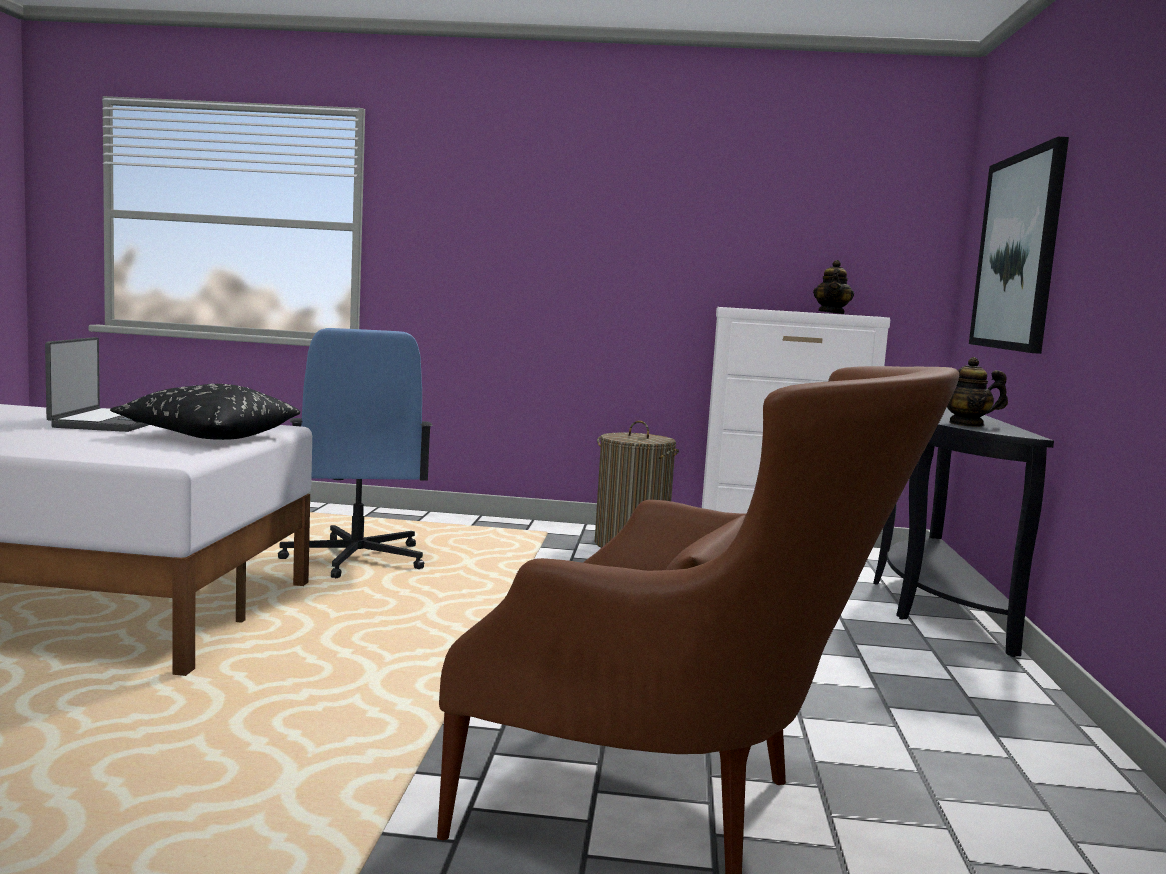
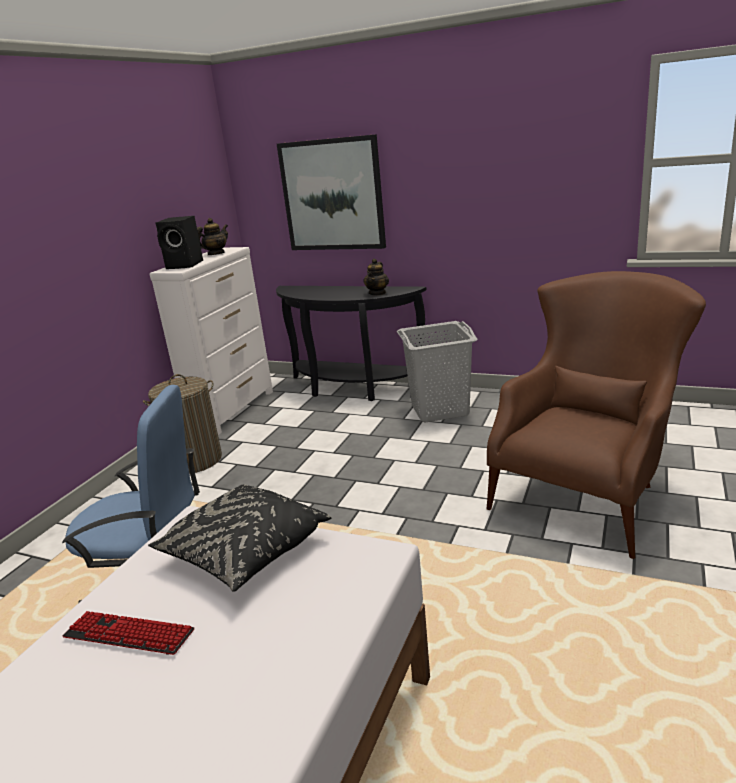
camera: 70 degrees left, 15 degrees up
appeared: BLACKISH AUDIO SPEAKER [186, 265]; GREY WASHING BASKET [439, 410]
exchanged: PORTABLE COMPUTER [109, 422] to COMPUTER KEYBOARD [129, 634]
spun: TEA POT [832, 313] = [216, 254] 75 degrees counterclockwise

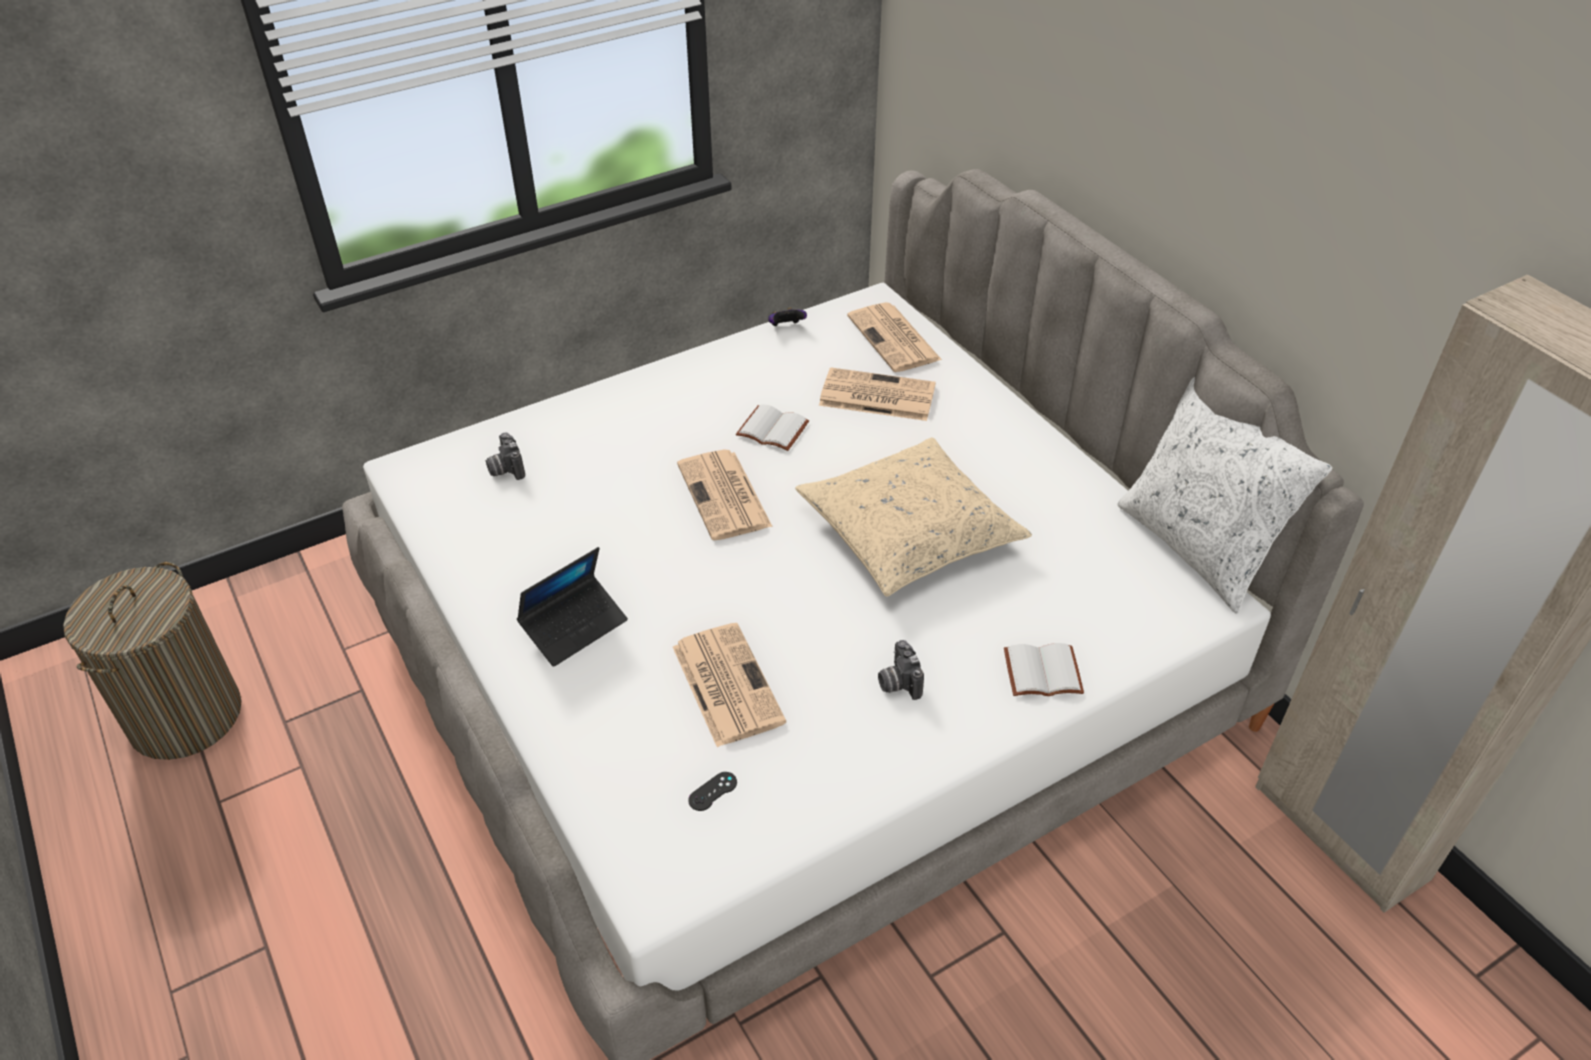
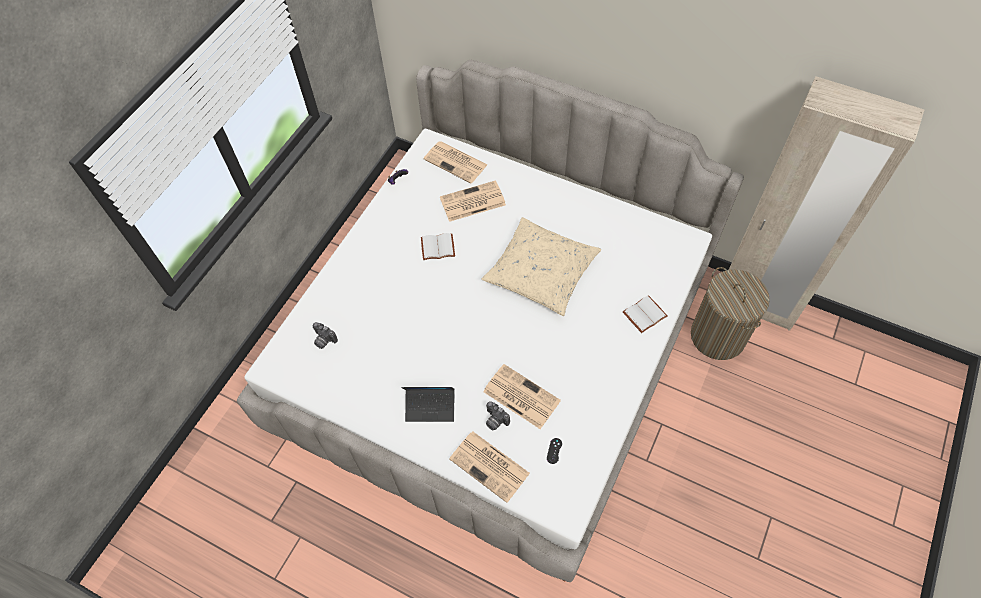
camera: 30 degrees left, 15 degrees up
missing: WHITISH PILLOW [1197, 547]
relocated: DAILY PAPER [725, 496] to [490, 466]; WASHING BASKET [185, 716] to [717, 336]; PHOTO CAMERA [897, 682] to [495, 420]
spun: PORTABLE COMPUTER [574, 627] = [430, 407] 75 degrees clockwise

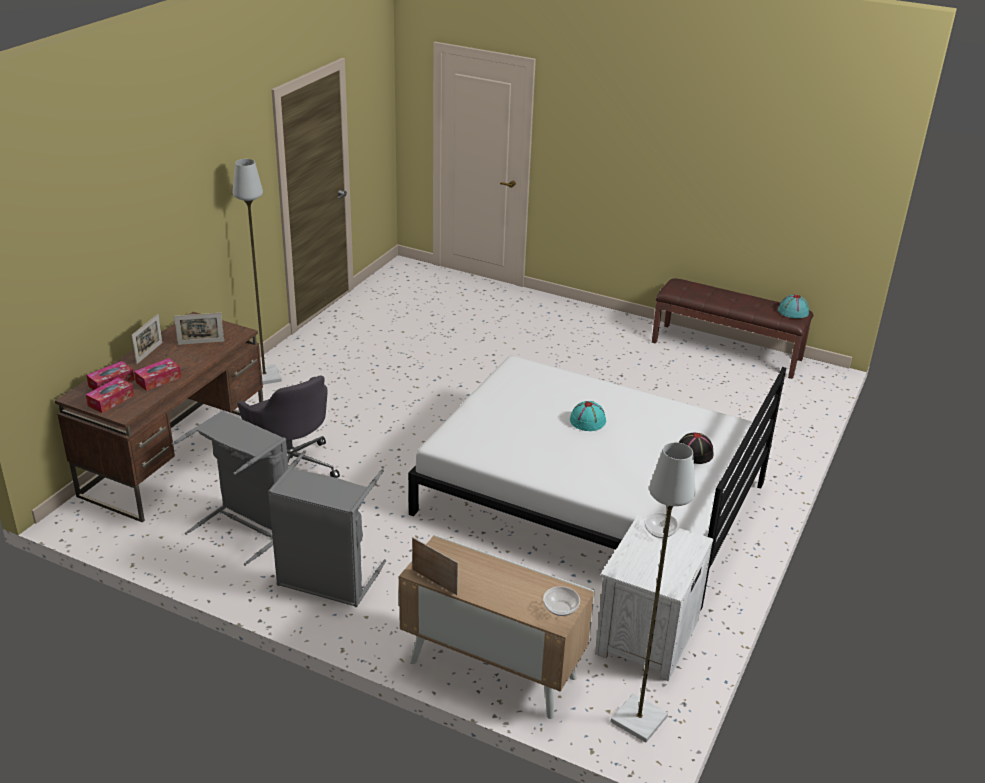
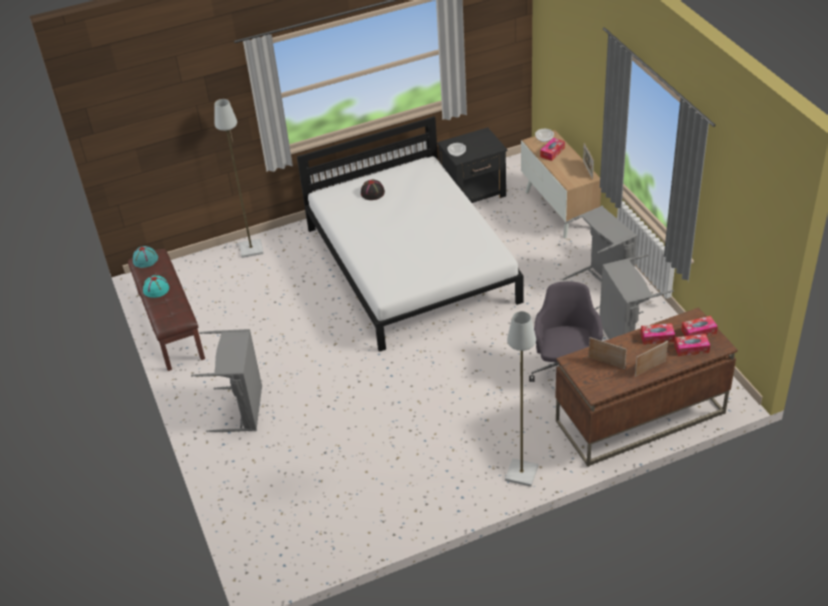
camera: 135 degrees left, 10 degrees up
appeared: TISSUE HOLDER [552, 152]; GREY WASHING BASKET [243, 409]
relocated: BLUE-GREEN CLOTHING HAT [588, 421] to [156, 289]; GREY FLOOR LAMP [639, 720] to [251, 248]
colour: WHITISH BEDSIDE TABLE [646, 636] to BLACKISH BEDSIDE TABLE [474, 192]

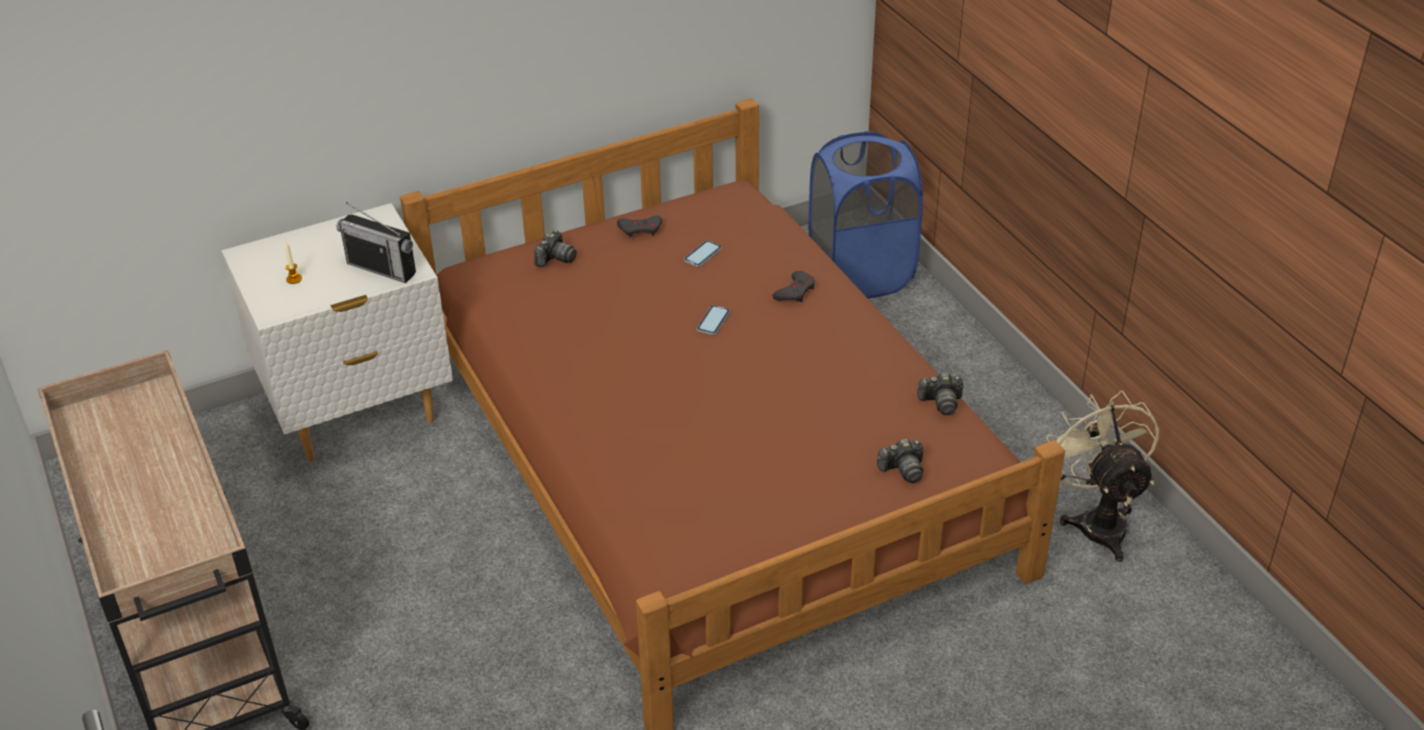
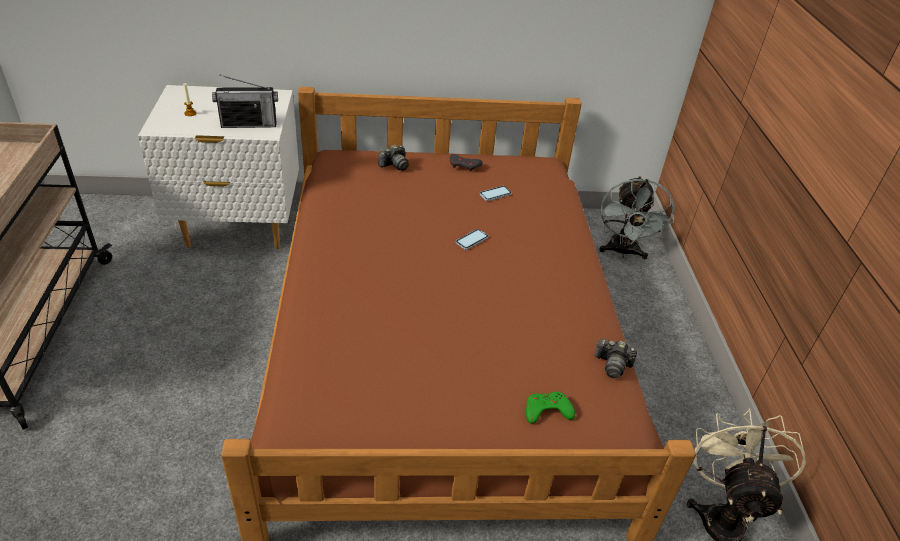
camera: 20 degrees right, 0 degrees up
missing: GREY GAME CONTROLLER [795, 291]
exchanged: BLUE WASHING BASKET [861, 274] to GREY COOLING FAN [623, 252]; PHOTO CAMERA [903, 470] to GREENISH GAME CONTROLLER [547, 411]
spun: RADIO RECEIVER [381, 268] = [249, 124] 60 degrees counterclockwise

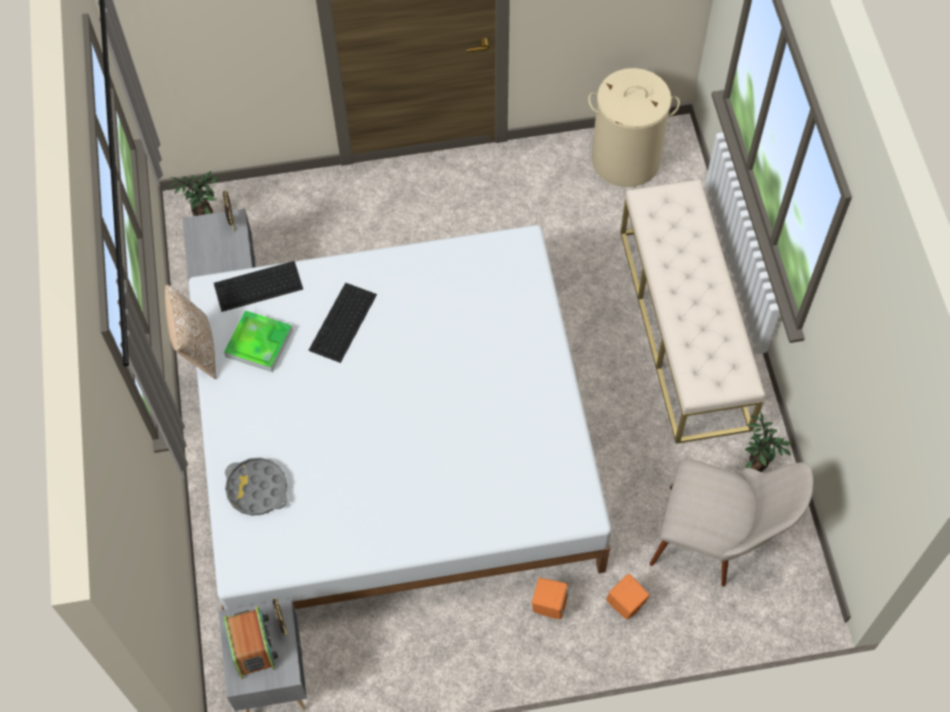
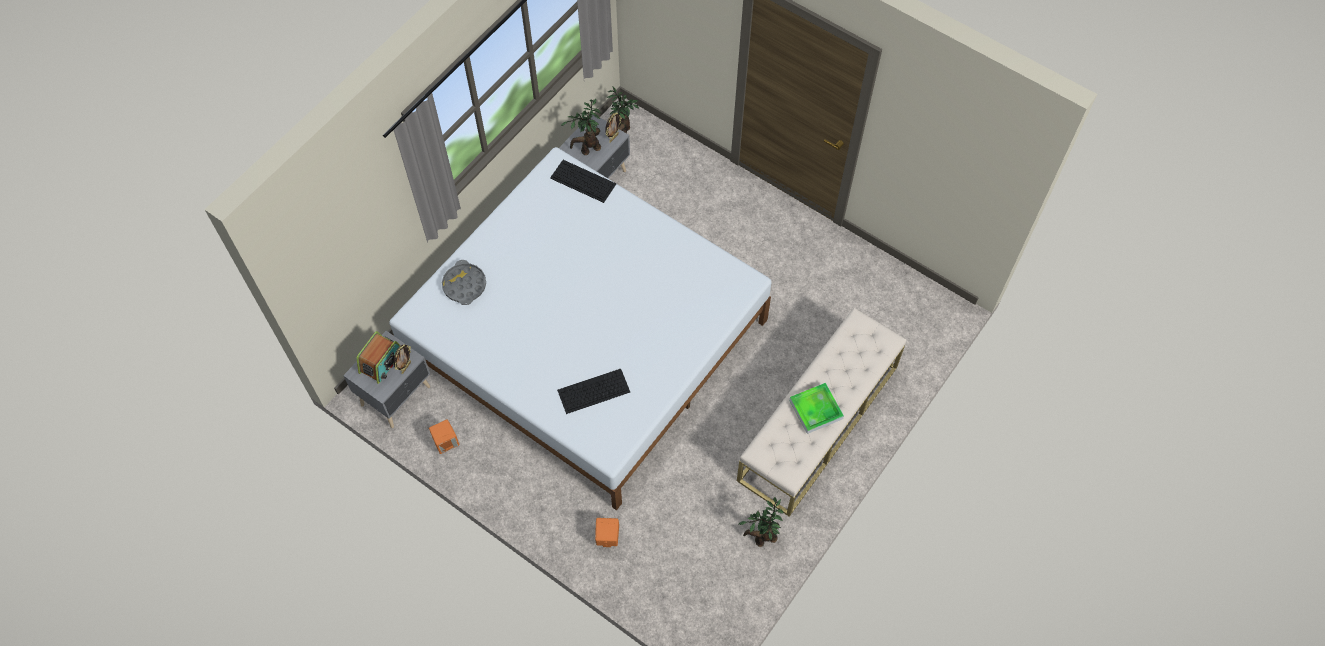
camera: 45 degrees right, 0 degrees up
missing: BEIGE WASHING BASKET [625, 160]; PILLOW [197, 349]; BEIGE CHAIR [716, 540]
appeared: HOUSEPLANT [587, 149]
relocated: COMPUTER KEYBOARD [343, 323] to [593, 391]; SERVING TRAY [259, 343] to [816, 409]; ORANGEY AUDIO SPEAKER [549, 604] to [446, 442]

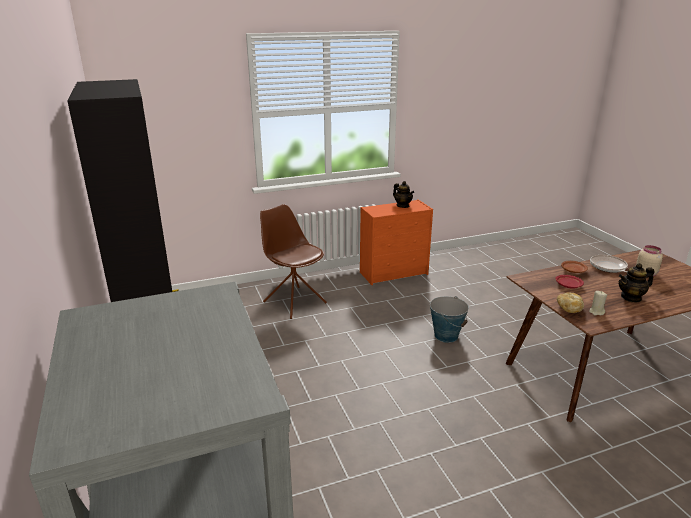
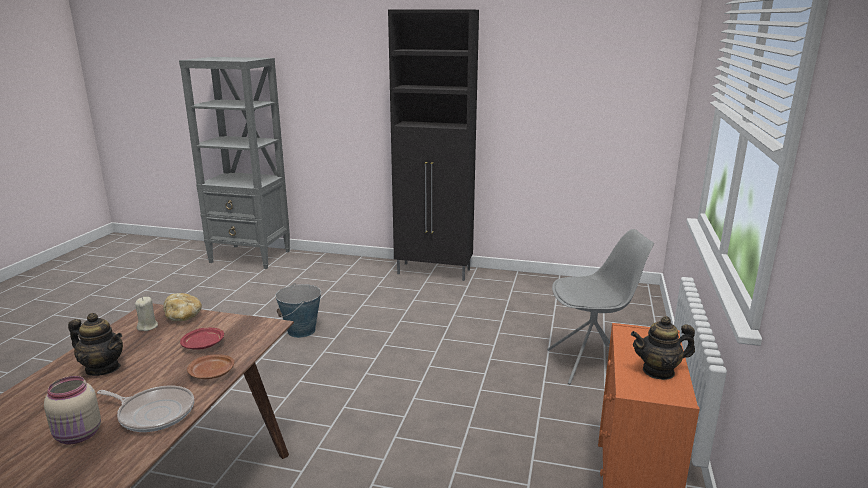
camera: 125 degrees right, 5 degrees down
relocated: WATER BUCKET [446, 335] to [301, 331]
colour: BROWNISH CHAIR [294, 302] to GREY CHAIR [590, 364]
spun: TEA POT [631, 297] = [103, 368] 90 degrees clockwise

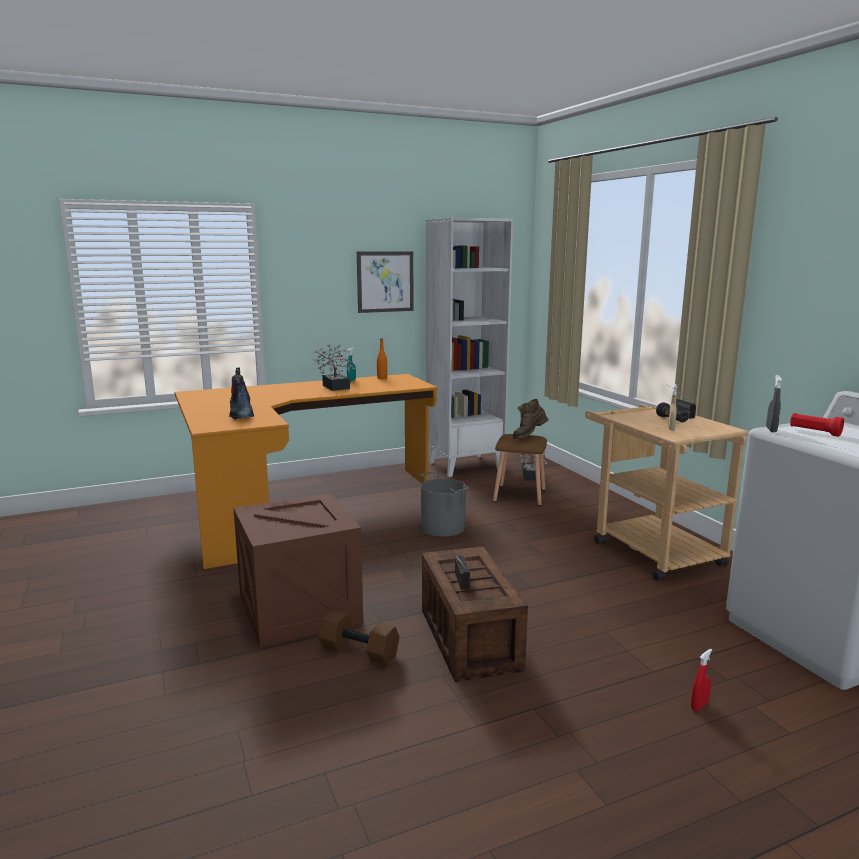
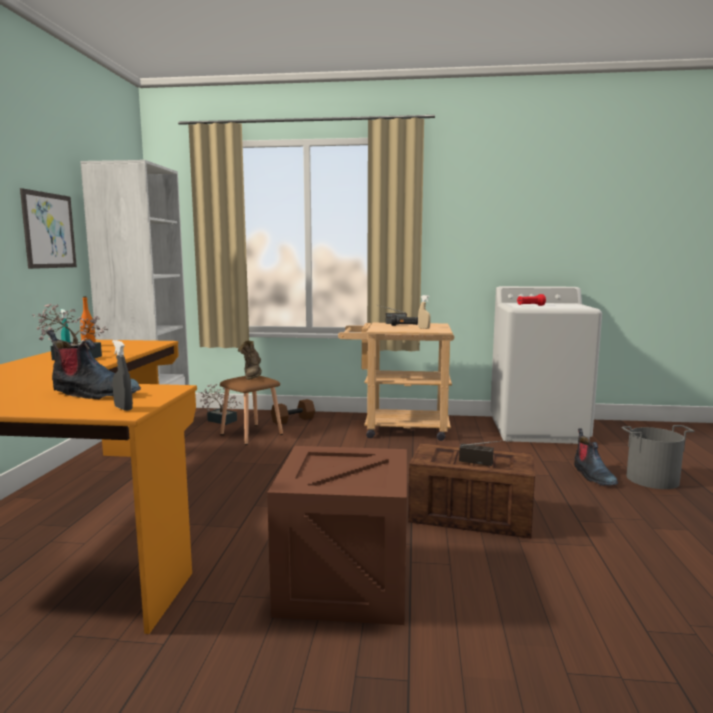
camera: 60 degrees left, 5 degrees down
relocated: GREY SPRAYER [771, 430] to [123, 408]; GREY WATER BUCKET [442, 527] to [653, 479]; BROWNISH FREE WEIGHT [358, 652] to [293, 420]
exchanged: REDDISH SPRAYER [699, 706] to HIGH-TOP BOOT [592, 476]

